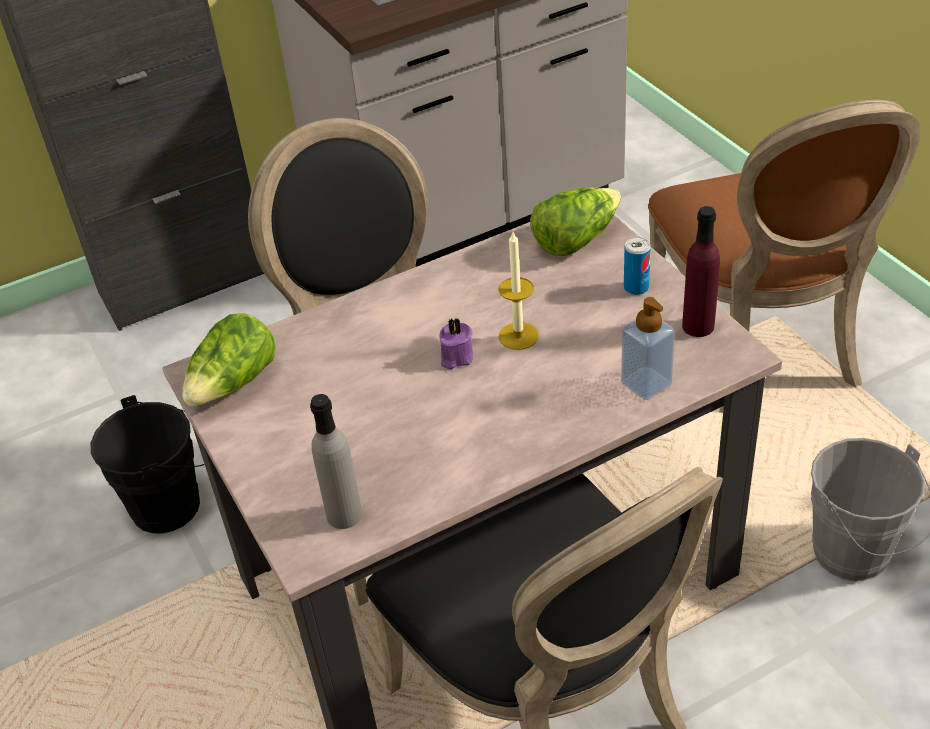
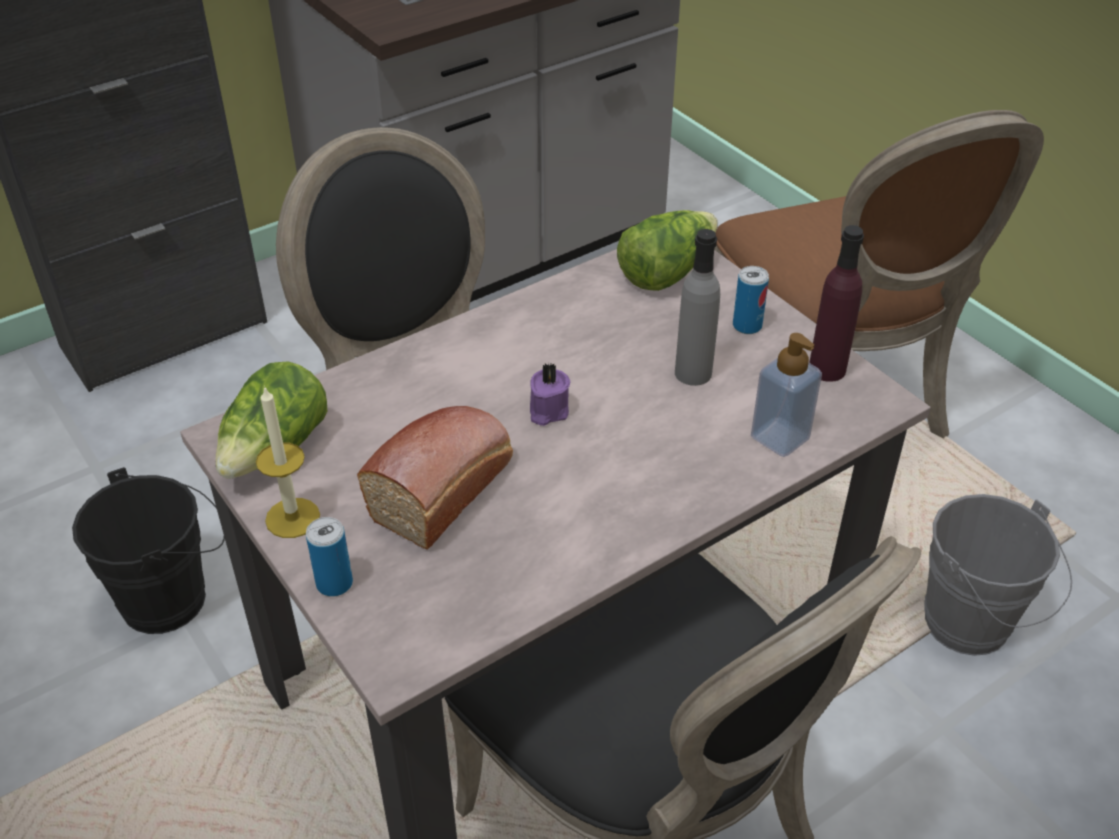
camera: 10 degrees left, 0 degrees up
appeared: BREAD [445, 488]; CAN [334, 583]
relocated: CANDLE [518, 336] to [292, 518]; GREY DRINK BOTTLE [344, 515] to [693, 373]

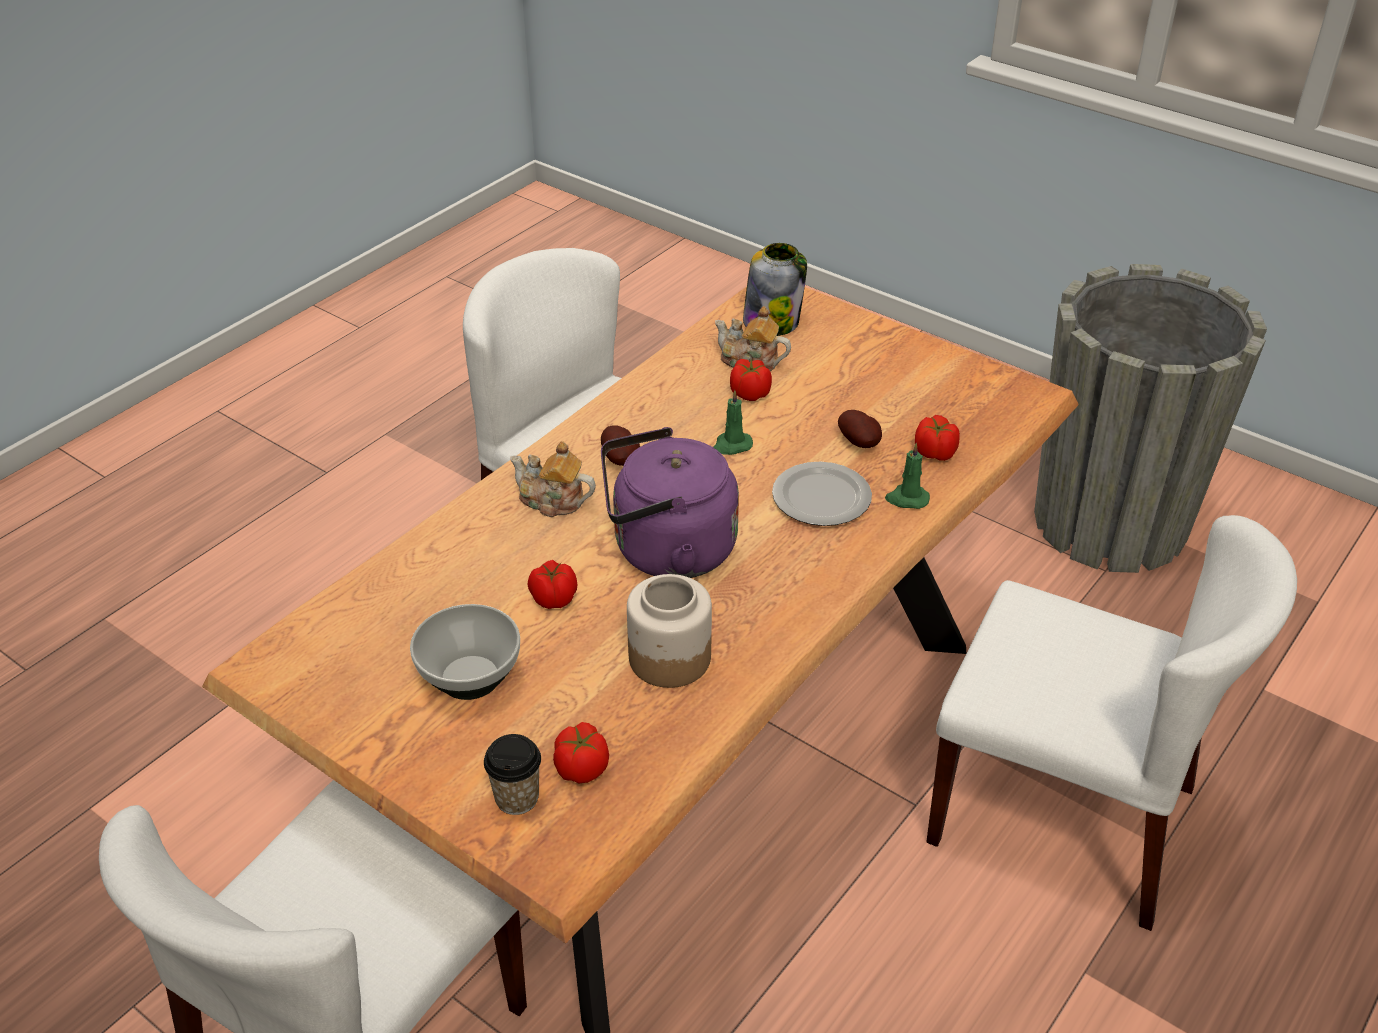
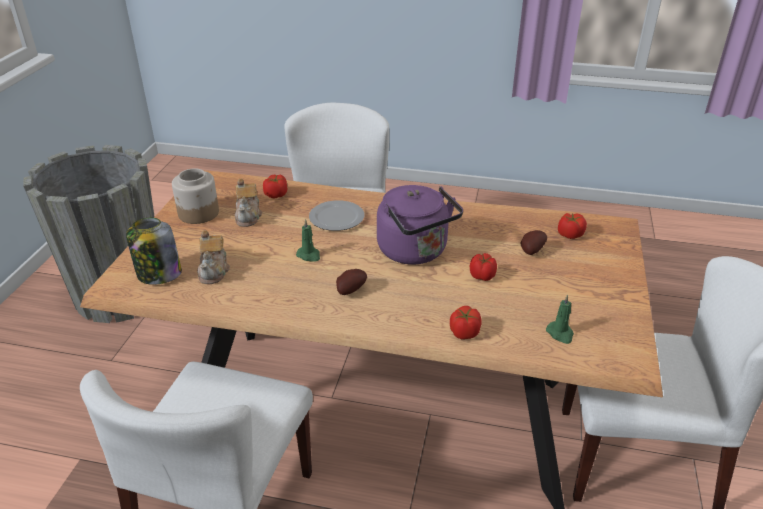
camera: 115 degrees left, 5 degrees down
missing: BOWL [470, 679]; CUP [517, 798]
relocated: WHOLE TOMATO [750, 393] to [464, 332]; POTATO [860, 443] to [530, 251]; TEA POT [552, 501] to [248, 216]; GREENISH CANDLE [906, 499] to [560, 334]; PRESERVE JAR [668, 657] to [198, 213]

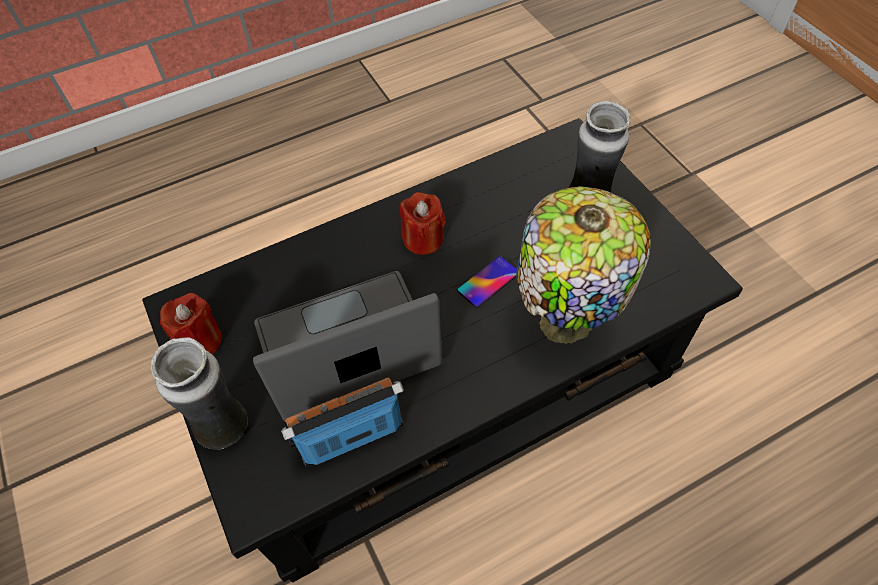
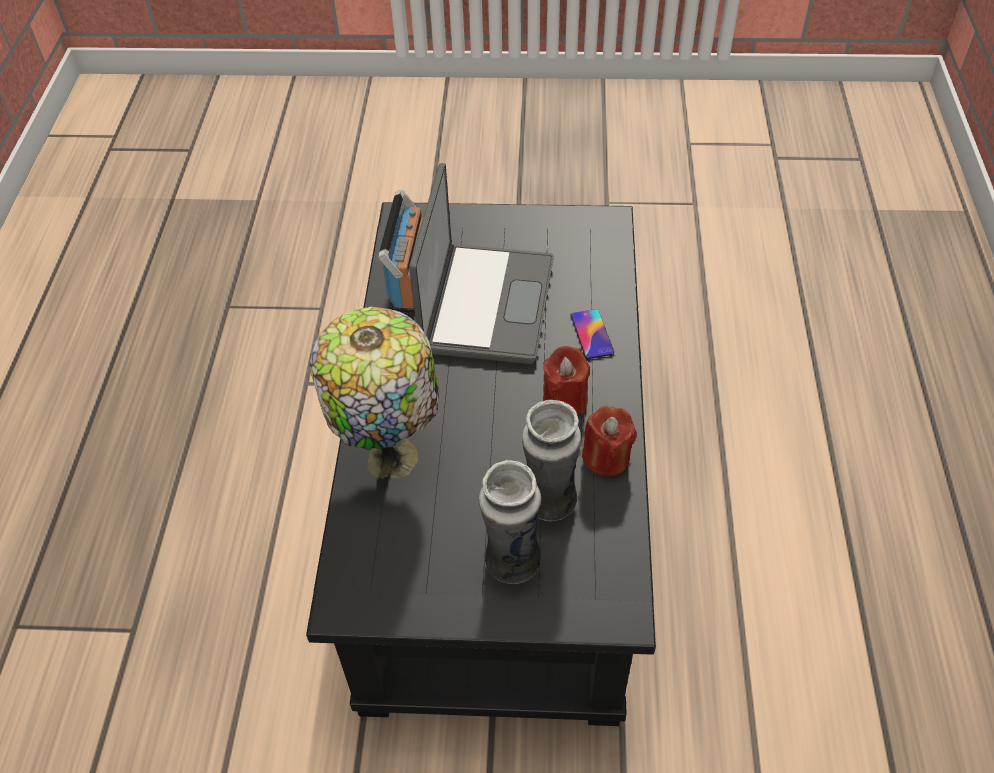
camera: 120 degrees right, 5 degrees down
relocated: TELEPHONE [488, 282] to [592, 334]; REDDISH CANDLE [200, 341] to [606, 457]; FLOWER VASE [224, 427] to [549, 504]

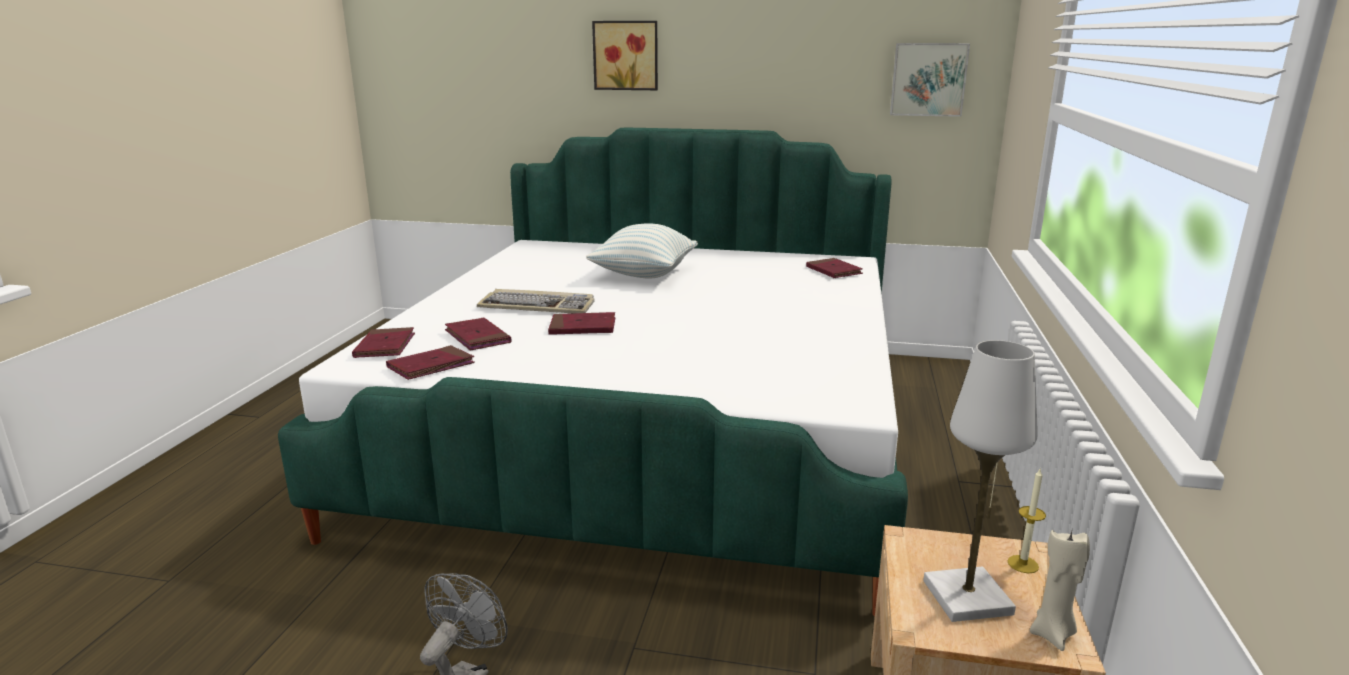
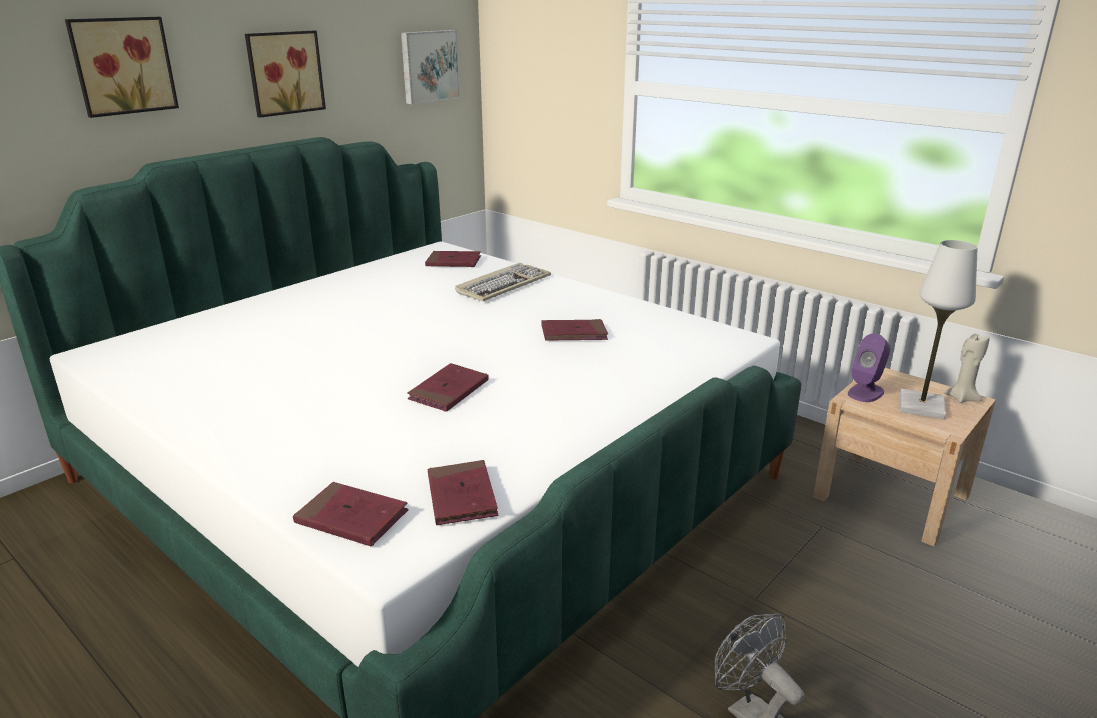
camera: 60 degrees left, 5 degrees up
missing: PILLOW [644, 274]; CANDLE [1023, 564]
appeared: WALL PICTURE [284, 73]; PURPLE-COLOURED AUDIO SPEAKER [866, 392]
relocated: COMPUTER KEYBOARD [538, 306] to [503, 285]; REDDISH BOUND BOOK [477, 337] to [574, 333]

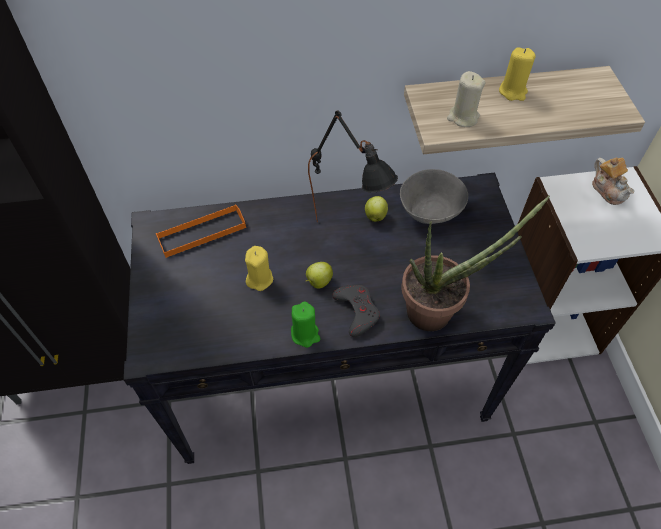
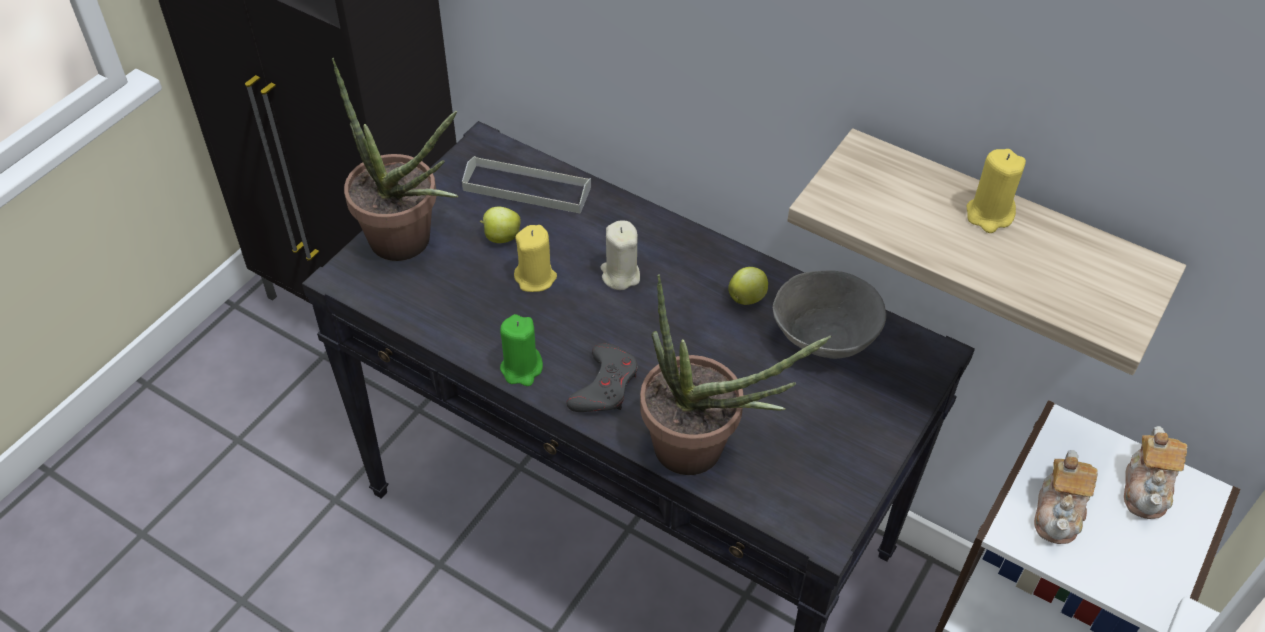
camera: 40 degrees right, 5 degrees down
missing: BLACKISH TABLE LAMP [348, 234]
appeared: HOUSEPLANT [410, 246]; TEA POT [1059, 512]
relocated: BEIGE CANDLE [463, 117] to [620, 275]; APPLE FRUIT [318, 282] to [501, 237]
colour: ORANGEY SERVING TRAY [202, 233] to GREY SERVING TRAY [527, 189]

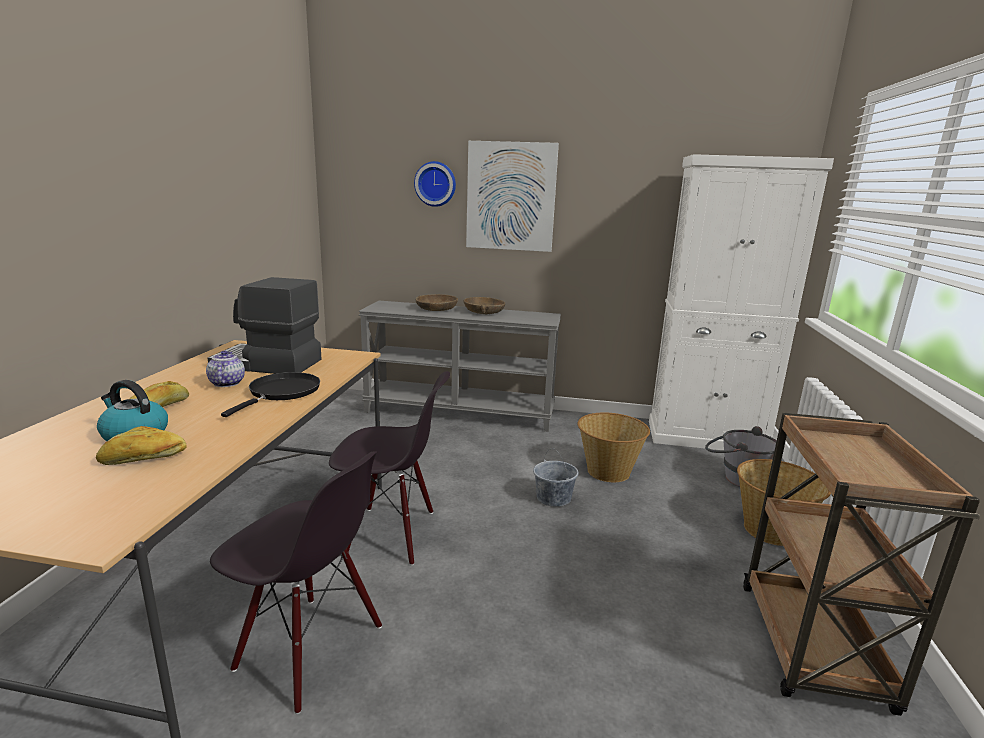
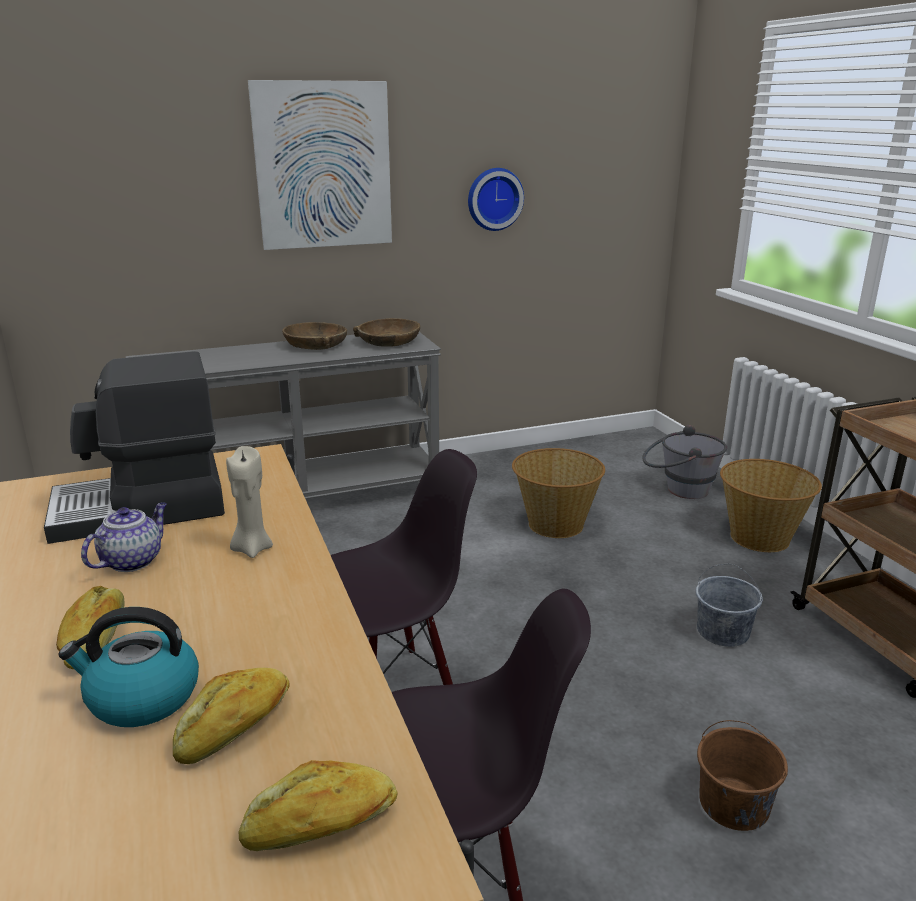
camera: 30 degrees left, 5 degrees up
missing: WHITISH STORAGE CABINET [706, 437]
appeared: BROWNISH WATER BUCKET [734, 805]; BREAD [321, 826]
relocated: CLOCK ON THE WALL [435, 184] to [494, 199]; BROWNISH BOWL [436, 308] to [388, 342]; GREY WATER BUCKET [553, 498] to [723, 632]
exchanged: BLACKISH FRYING PAN [282, 392] to BEIGE CANDLE [252, 548]
spun: TEA POT [226, 383] = [132, 560] 75 degrees clockwise

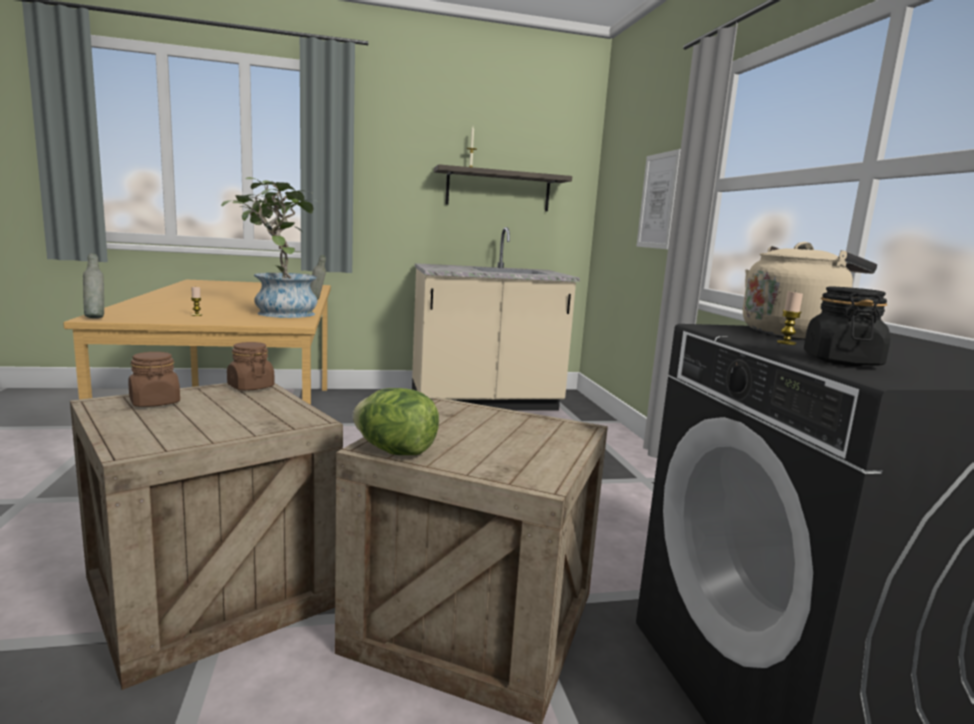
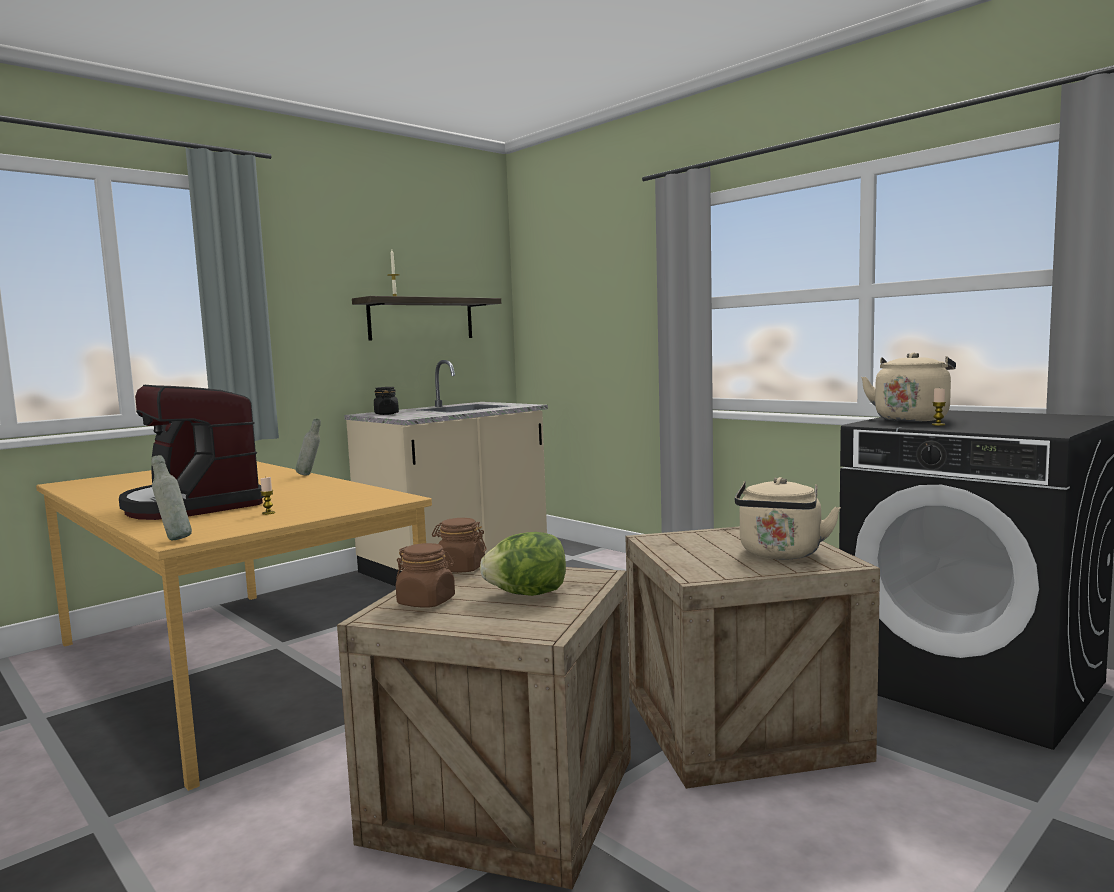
camera: 30 degrees left, 5 degrees down
missing: WALL PICTURE [658, 201]; HOUSEPLANT [278, 312]
appeared: COFFEE BREWER [192, 505]; BEIGE WATER KETTLE [780, 554]
relocated: BLACKISH PRESERVE JAR [841, 361] to [386, 414]; LETTUCE [395, 451] to [527, 594]

